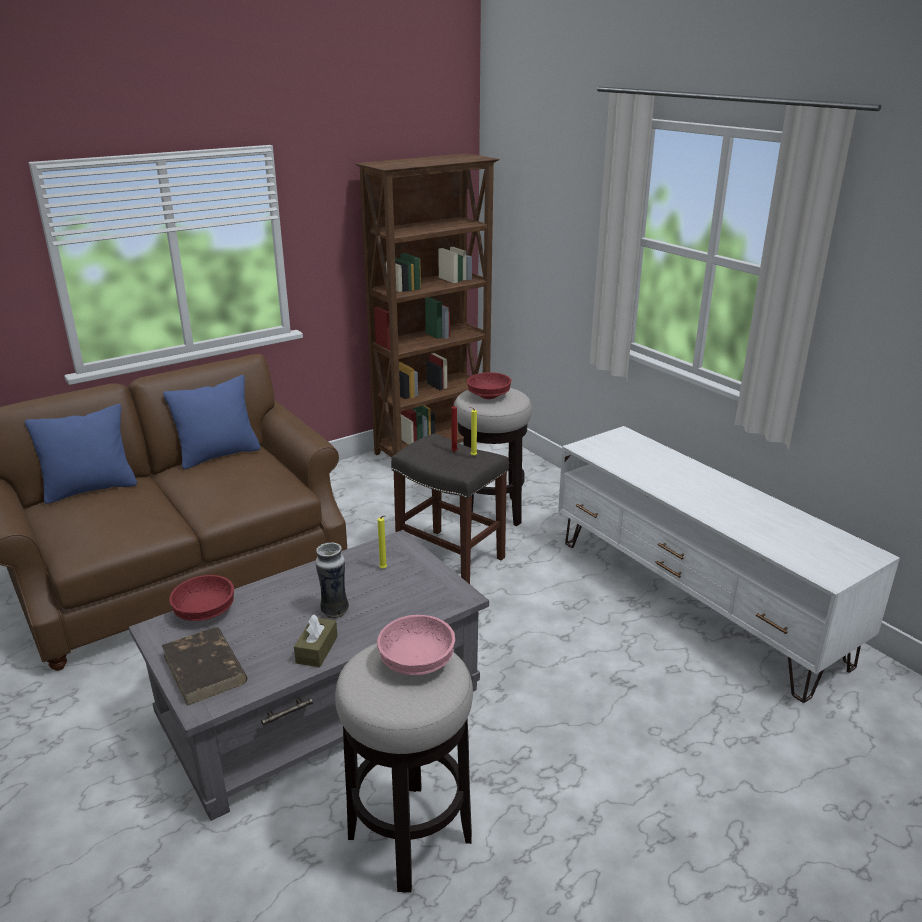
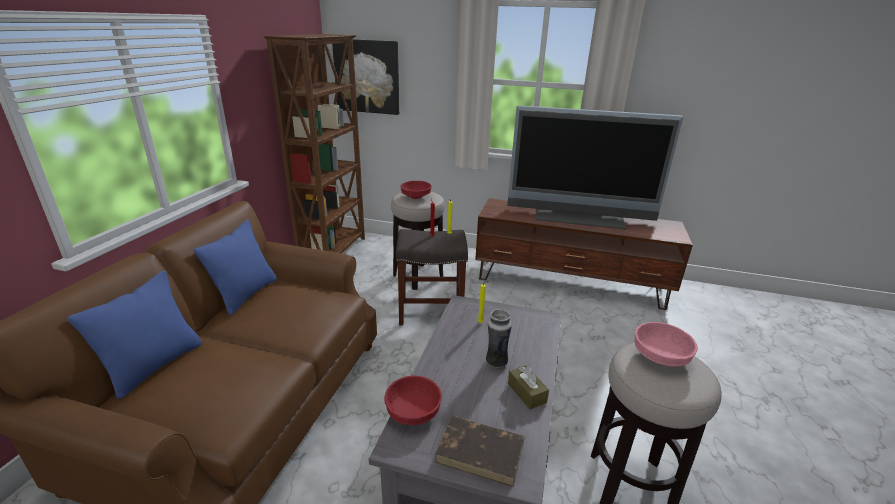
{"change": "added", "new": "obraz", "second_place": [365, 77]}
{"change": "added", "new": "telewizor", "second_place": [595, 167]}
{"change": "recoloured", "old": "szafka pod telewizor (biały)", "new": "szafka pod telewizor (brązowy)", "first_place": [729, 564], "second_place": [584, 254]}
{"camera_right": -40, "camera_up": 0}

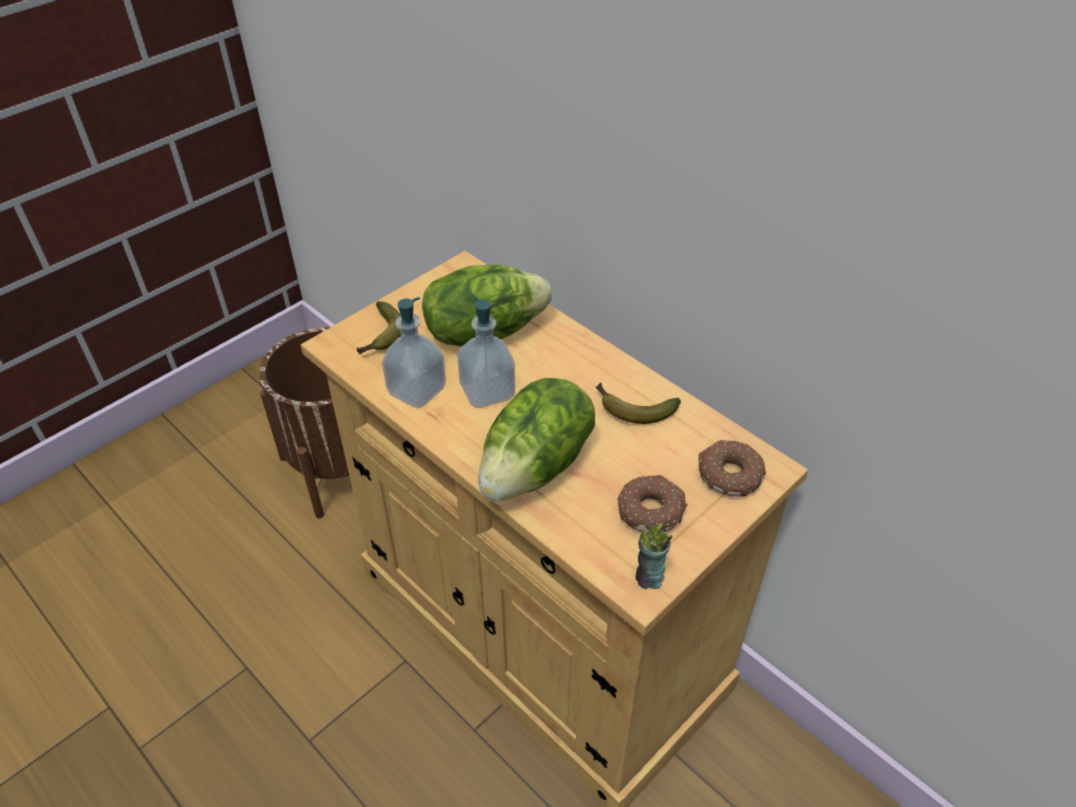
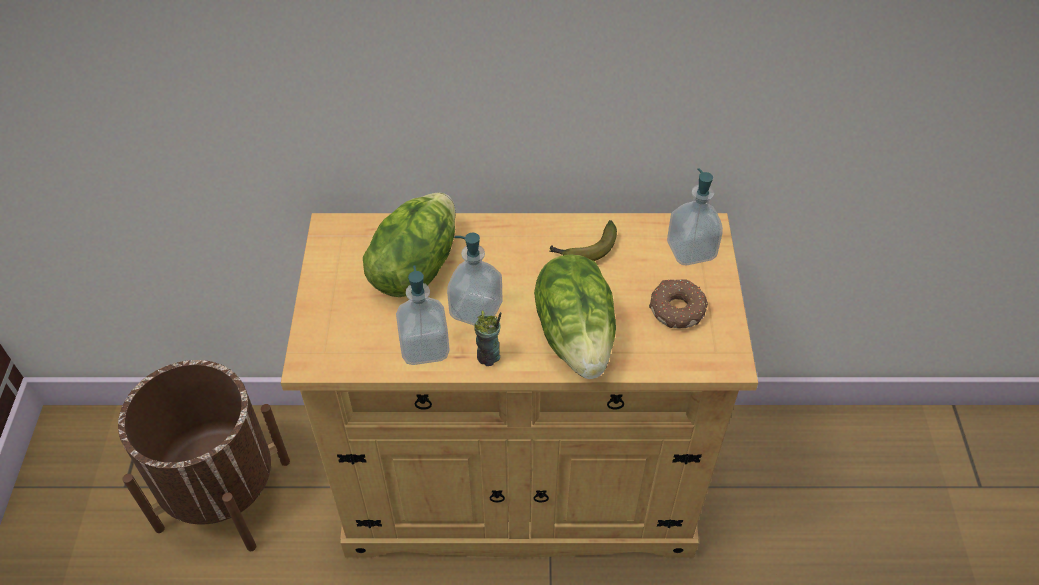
{"change": "removed", "old": "banan", "first_place": [379, 327]}
{"change": "moved", "old": "filiżanka", "first_place": [654, 556], "second_place": [487, 338]}
{"change": "replaced", "old": "donut", "new": "dozownik mydła", "first_place": [732, 468], "second_place": [695, 216]}
{"camera_right": -45, "camera_up": 5}

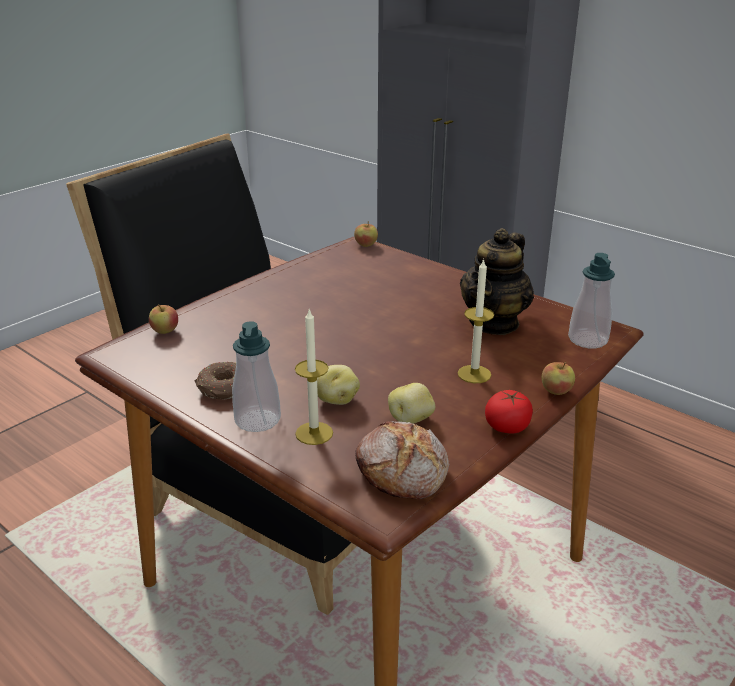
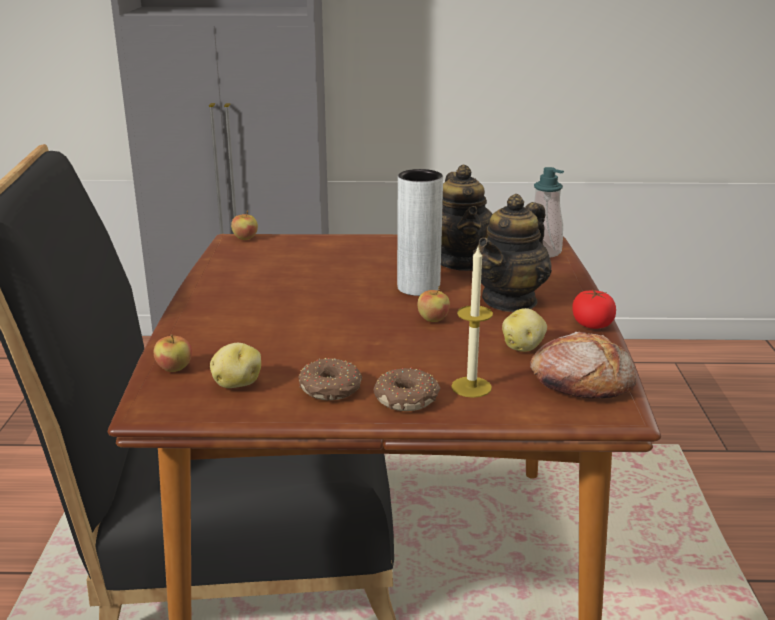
{"change": "added", "new": "wazon (szary)", "second_place": [420, 232]}
{"change": "moved", "old": "ziemniak", "first_place": [338, 385], "second_place": [235, 365]}
{"change": "moved", "old": "jabłko", "first_place": [558, 378], "second_place": [433, 304]}
{"change": "replaced", "old": "dozownik mydła", "new": "donut", "first_place": [256, 376], "second_place": [407, 389]}
{"change": "replaced", "old": "świeca", "new": "imbryk", "first_place": [476, 321], "second_place": [512, 253]}
{"camera_right": -40, "camera_up": -5}

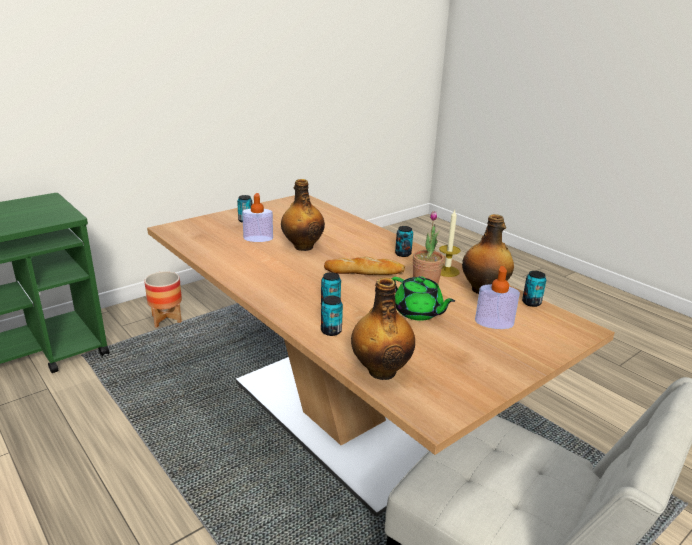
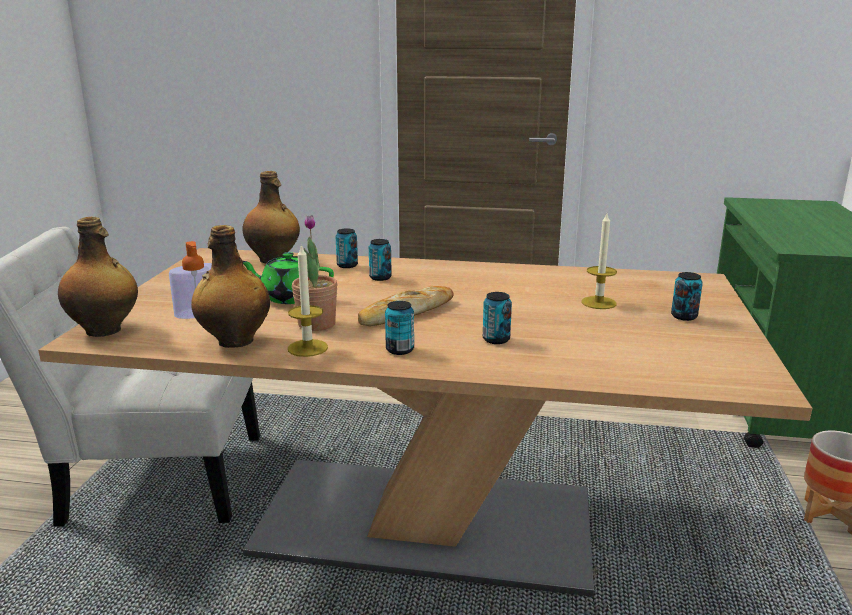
{"change": "moved", "old": "butelka", "first_place": [303, 215], "second_place": [98, 277]}
{"change": "moved", "old": "puszka", "first_place": [534, 289], "second_place": [497, 318]}
{"change": "replaced", "old": "dozownik mydła", "new": "świeca", "first_place": [257, 217], "second_place": [599, 261]}
{"camera_right": 140, "camera_up": -5}

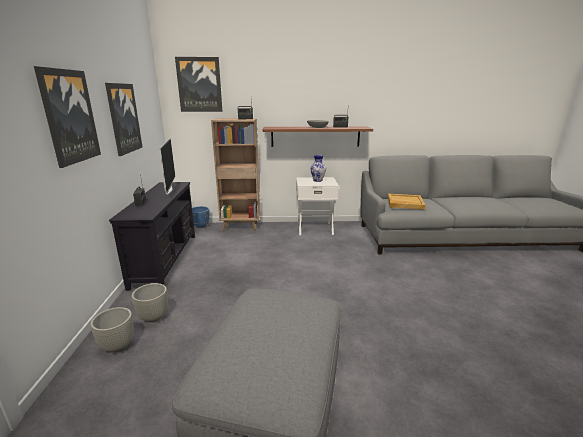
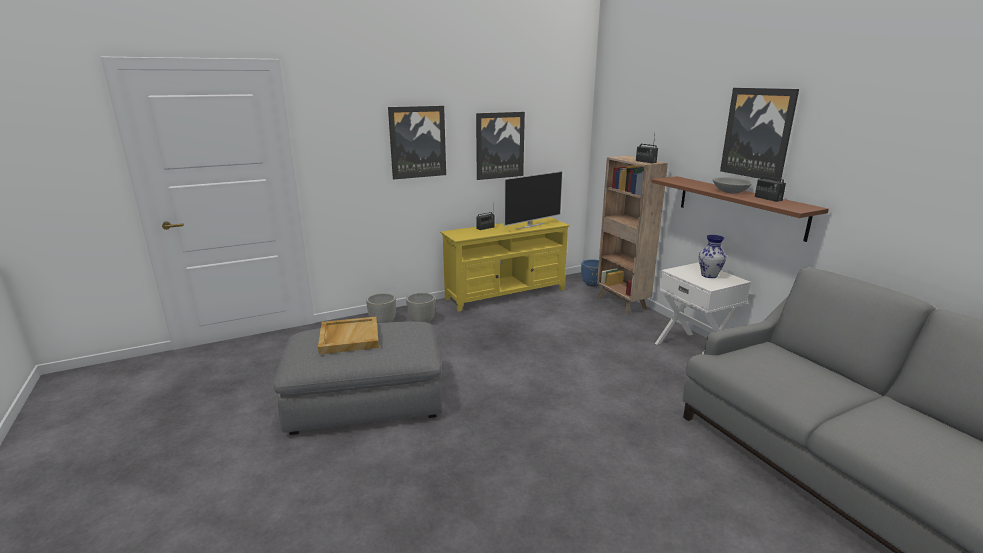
{"change": "moved", "old": "obraz", "first_place": [199, 84], "second_place": [759, 135]}
{"change": "moved", "old": "taca (beżowy)", "first_place": [407, 202], "second_place": [348, 336]}
{"change": "recoloured", "old": "szafka pod telewizor (czarny)", "new": "szafka pod telewizor (żółty)", "first_place": [152, 236], "second_place": [504, 264]}
{"camera_right": 65, "camera_up": 0}

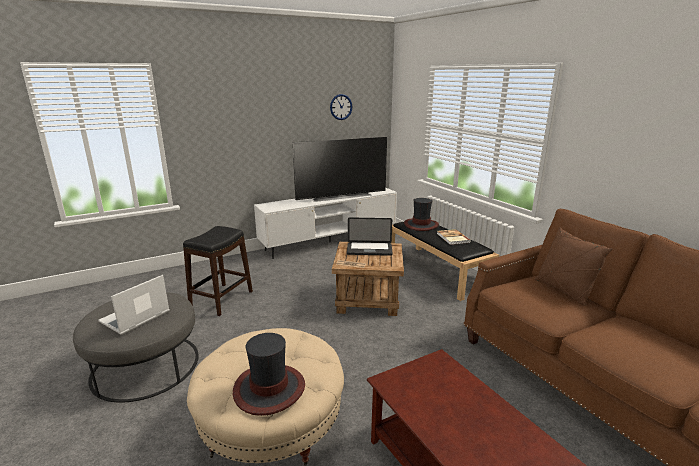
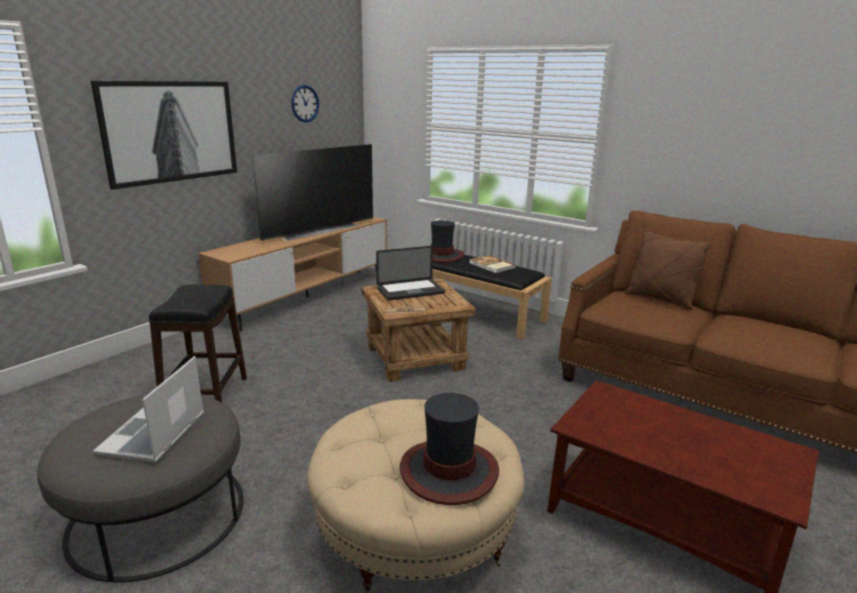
{"change": "added", "new": "obraz", "second_place": [164, 135]}
{"change": "recoloured", "old": "szafka pod telewizor (biały)", "new": "szafka pod telewizor (brązowy)", "first_place": [325, 223], "second_place": [292, 274]}
{"camera_right": -25, "camera_up": 0}

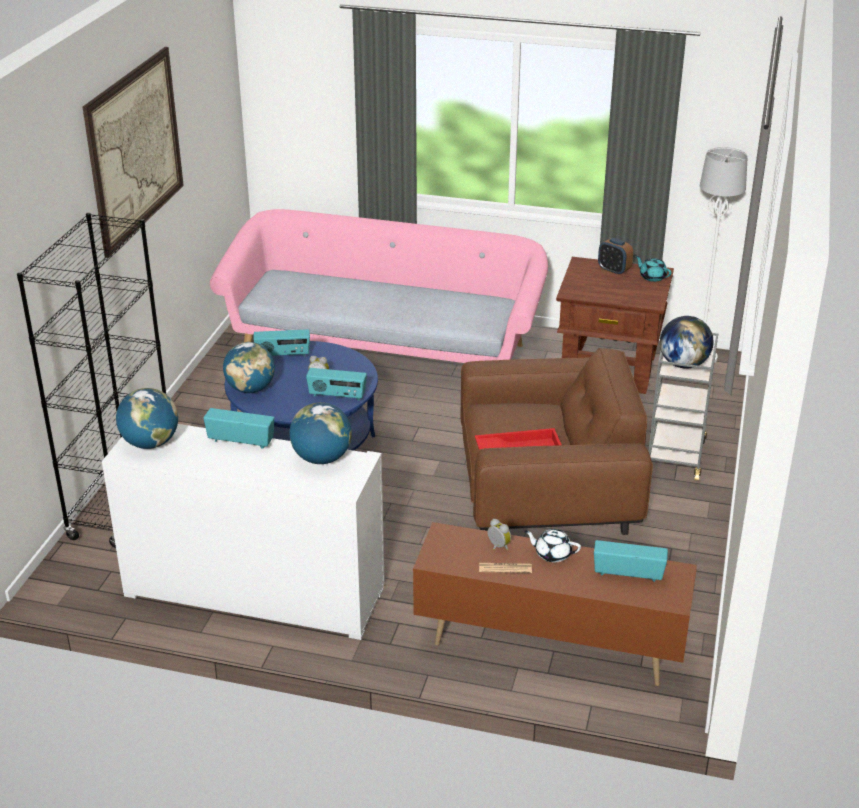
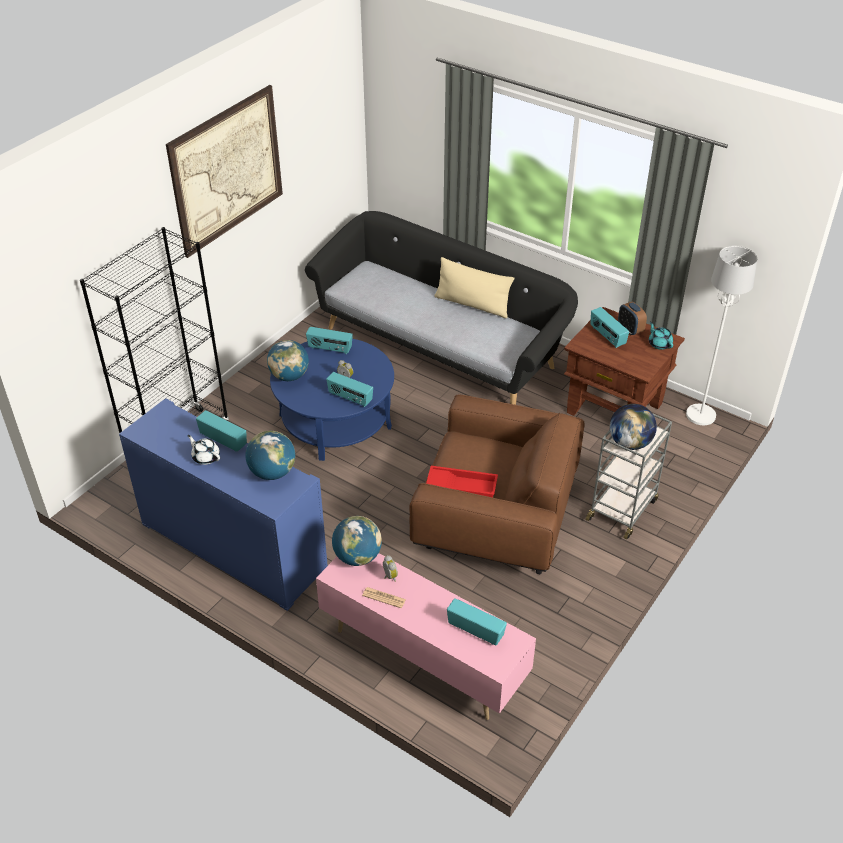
{"change": "added", "new": "poduszka (beżowy)", "second_place": [474, 287]}
{"change": "added", "new": "radio", "second_place": [609, 327]}
{"change": "moved", "old": "globus", "first_place": [147, 418], "second_place": [357, 541]}
{"change": "moved", "old": "imbryk (biały)", "first_place": [553, 545], "second_place": [203, 450]}
{"change": "recoloured", "old": "szafka (biały)", "new": "szafka (niebieski)", "first_place": [243, 532], "second_place": [223, 504]}
{"change": "recoloured", "old": "kanapa (różowy)", "new": "kanapa (czarny)", "first_place": [379, 286], "second_place": [441, 308]}
{"change": "recoloured", "old": "szafka pod telewizor (brązowy)", "new": "szafka pod telewizor (różowy)", "first_place": [555, 604], "second_place": [426, 636]}
{"camera_right": 20, "camera_up": 10}

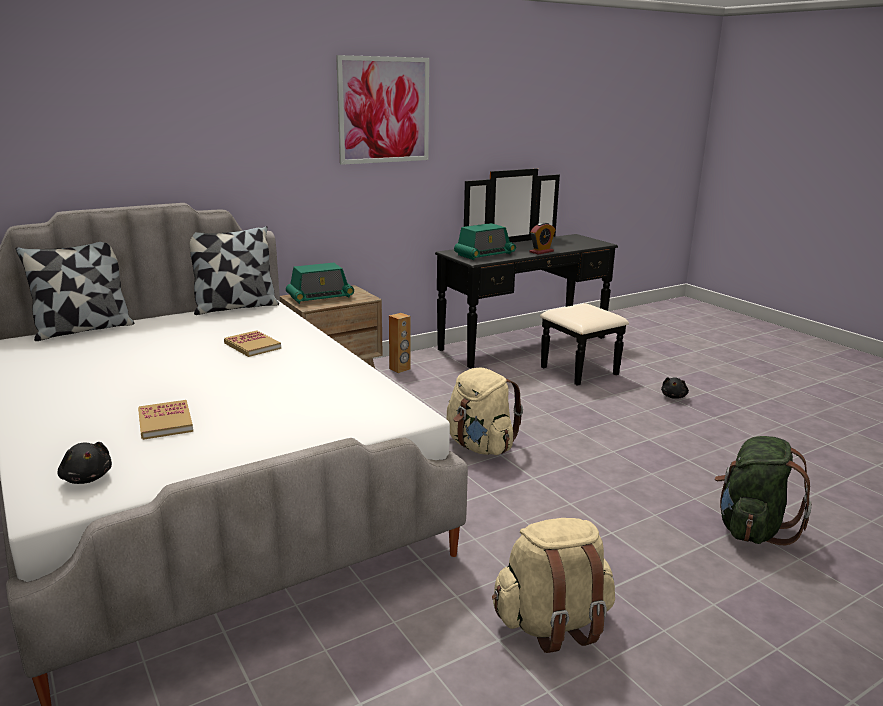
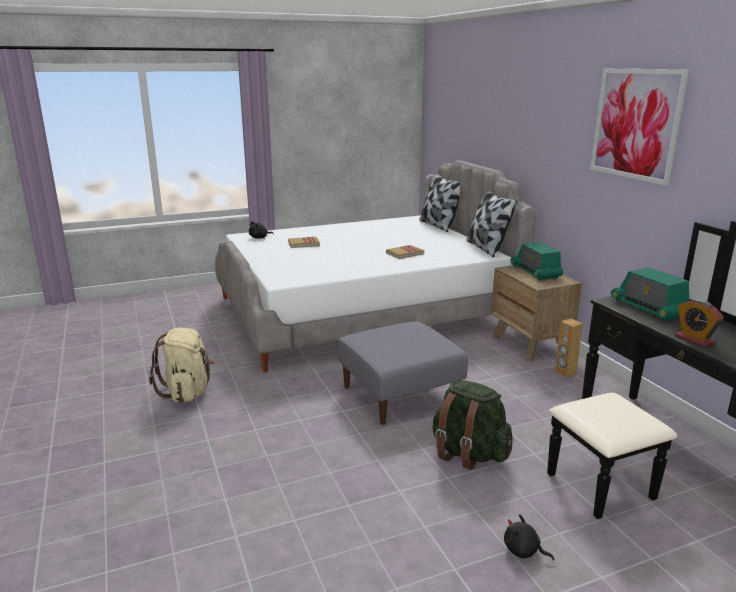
{"change": "moved", "old": "plecak (zielony)", "first_place": [763, 490], "second_place": [473, 425]}
{"change": "replaced", "old": "plecak (beżowy)", "new": "pufa (szary)", "first_place": [484, 411], "second_place": [403, 373]}
{"camera_right": 100, "camera_up": 0}

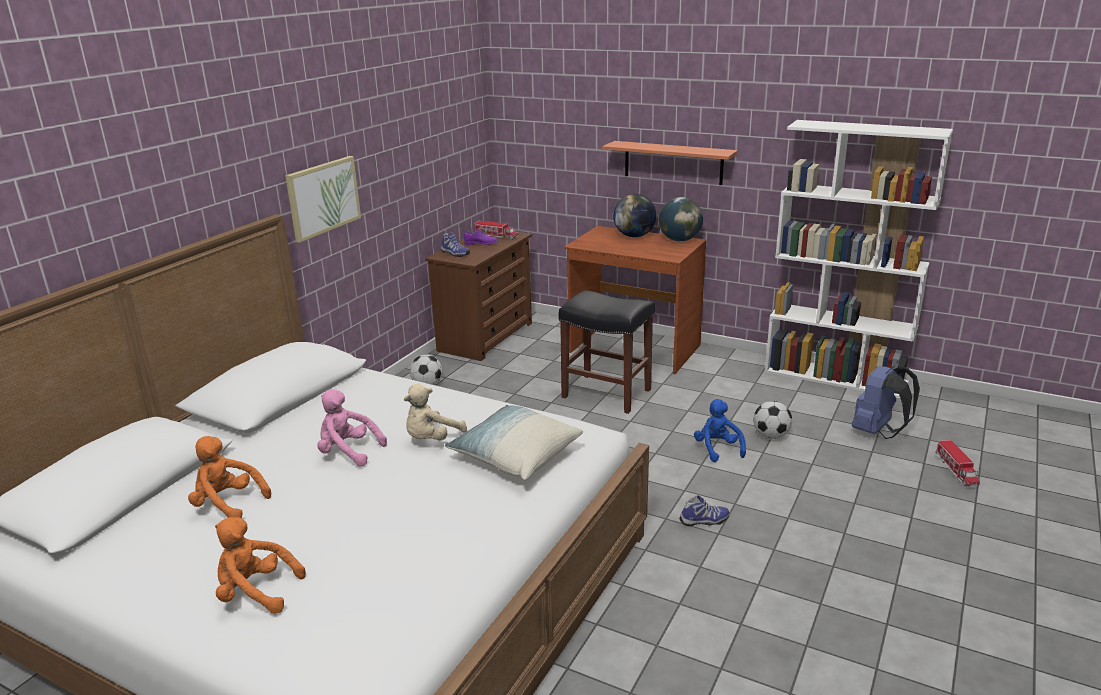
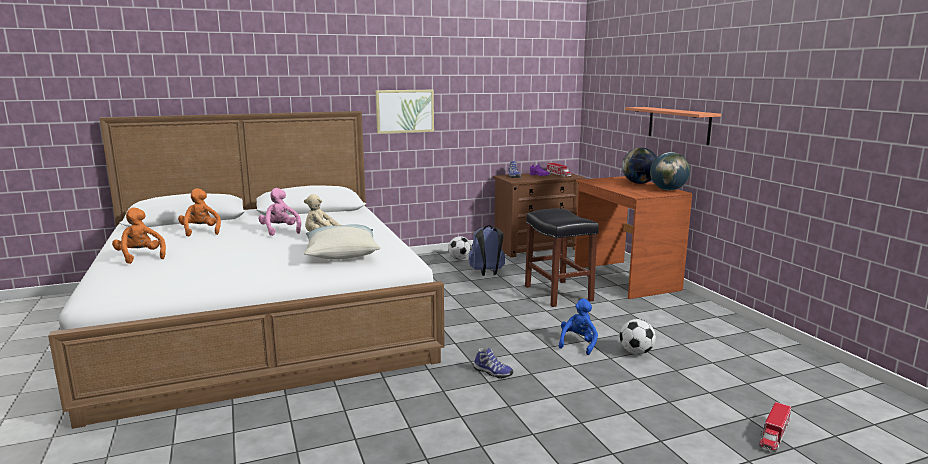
{"change": "removed", "old": "regał (biały)", "first_place": [859, 259]}
{"change": "moved", "old": "plecak (niebieski)", "first_place": [886, 402], "second_place": [487, 250]}
{"camera_right": 40, "camera_up": -10}

